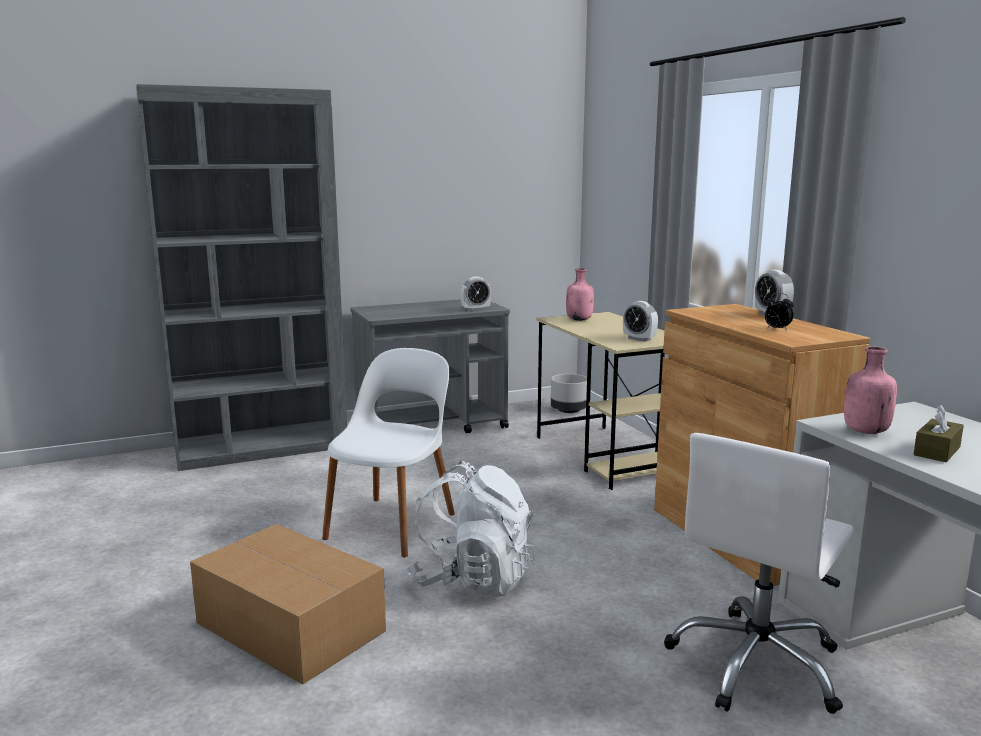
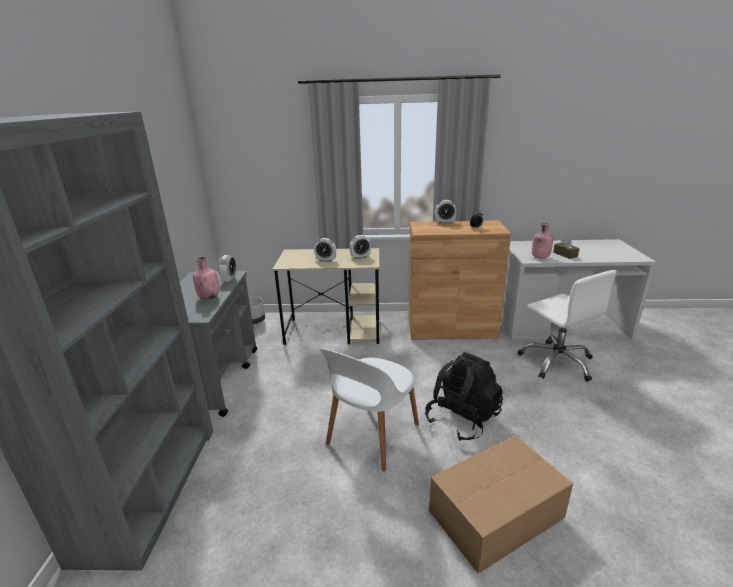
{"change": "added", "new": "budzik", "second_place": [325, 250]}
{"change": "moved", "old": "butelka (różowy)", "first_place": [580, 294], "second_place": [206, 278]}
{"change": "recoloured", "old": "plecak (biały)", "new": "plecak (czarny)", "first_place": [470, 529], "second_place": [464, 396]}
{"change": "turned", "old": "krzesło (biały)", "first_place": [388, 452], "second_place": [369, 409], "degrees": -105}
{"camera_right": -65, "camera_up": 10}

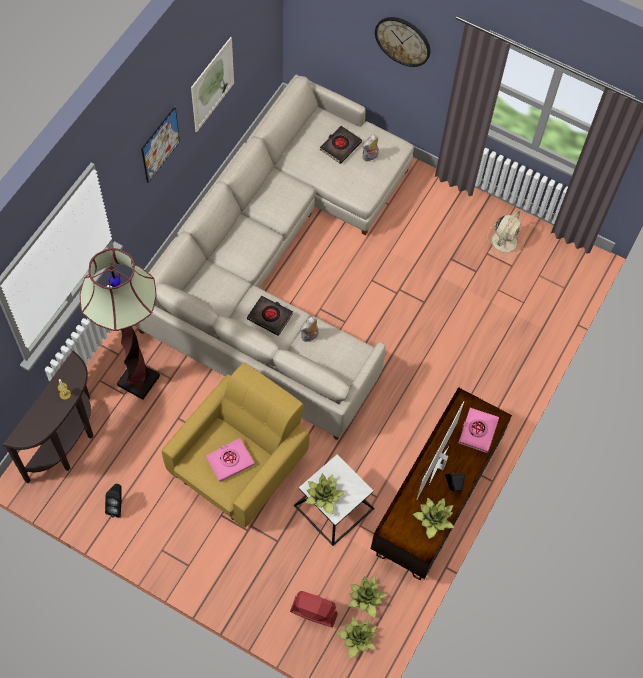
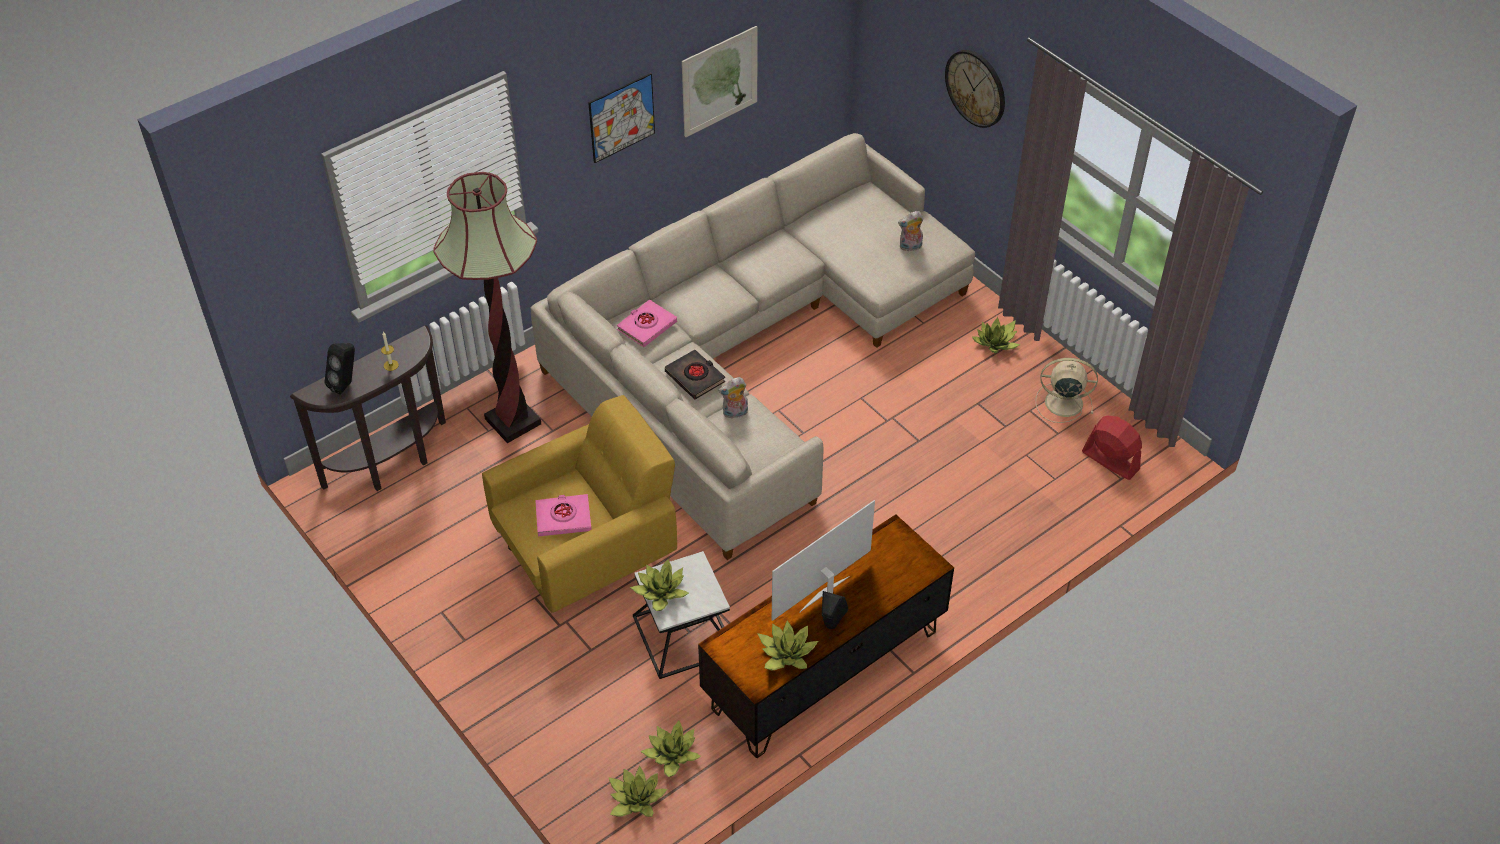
{"change": "removed", "old": "książka (czarny)", "first_place": [341, 145]}
{"change": "added", "new": "roślina doniczkowa", "second_place": [995, 335]}
{"change": "moved", "old": "głośnik (czarny)", "first_place": [113, 501], "second_place": [340, 369]}
{"change": "moved", "old": "wentylator (czerwony)", "first_place": [314, 609], "second_place": [1112, 448]}
{"change": "moved", "old": "książka (różowy)", "first_place": [479, 430], "second_place": [647, 323]}
{"change": "turned", "old": "wentylator (beżowy)", "first_place": [506, 234], "second_place": [1067, 390], "degrees": -135}
{"camera_right": 25, "camera_up": -15}

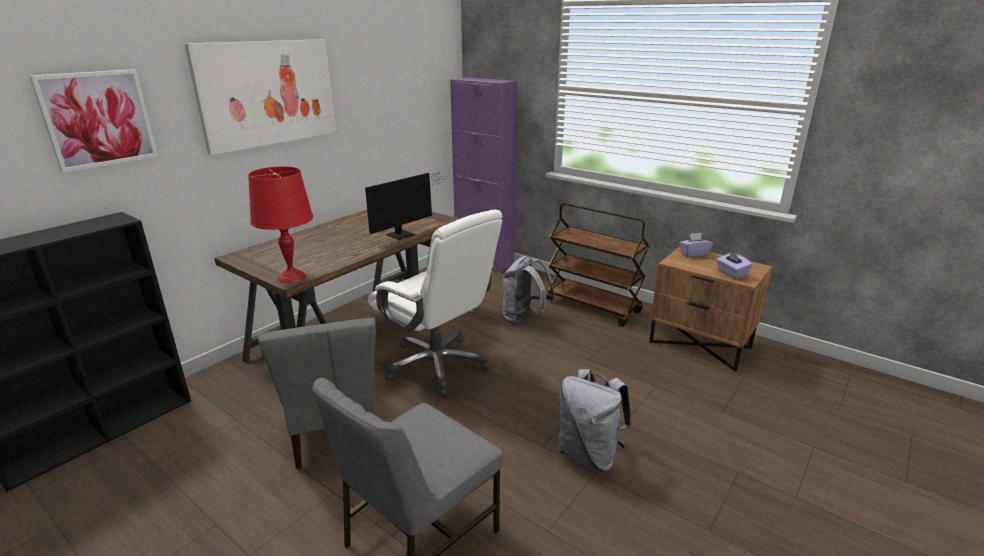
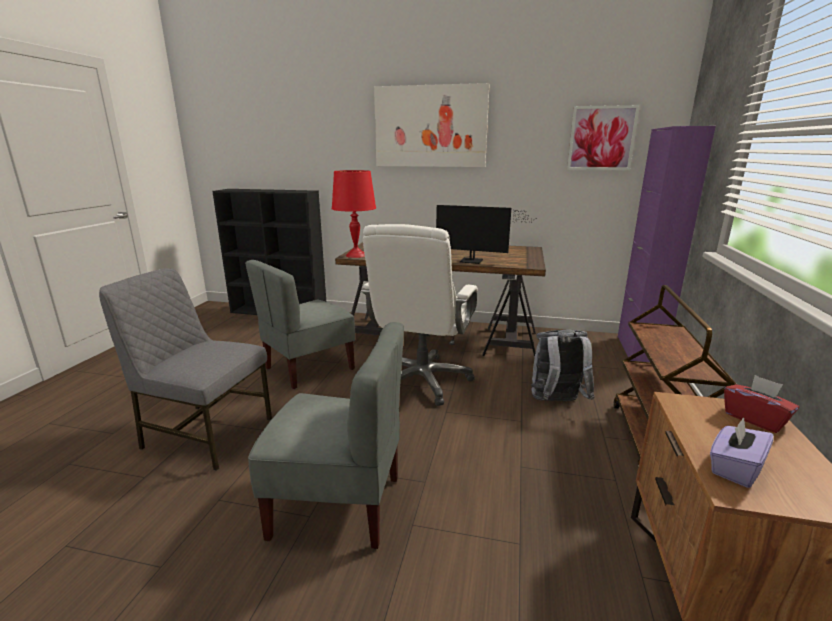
{"change": "moved", "old": "obraz", "first_place": [94, 121], "second_place": [603, 137]}
{"change": "replaced", "old": "plecak (szary)", "new": "krzesło (szary)", "first_place": [595, 420], "second_place": [326, 435]}
{"change": "recoloured", "old": "pudełko chusteczek (fioletowy)", "new": "pudełko chusteczek (czerwony)", "first_place": [696, 245], "second_place": [761, 404]}
{"camera_right": 65, "camera_up": -5}

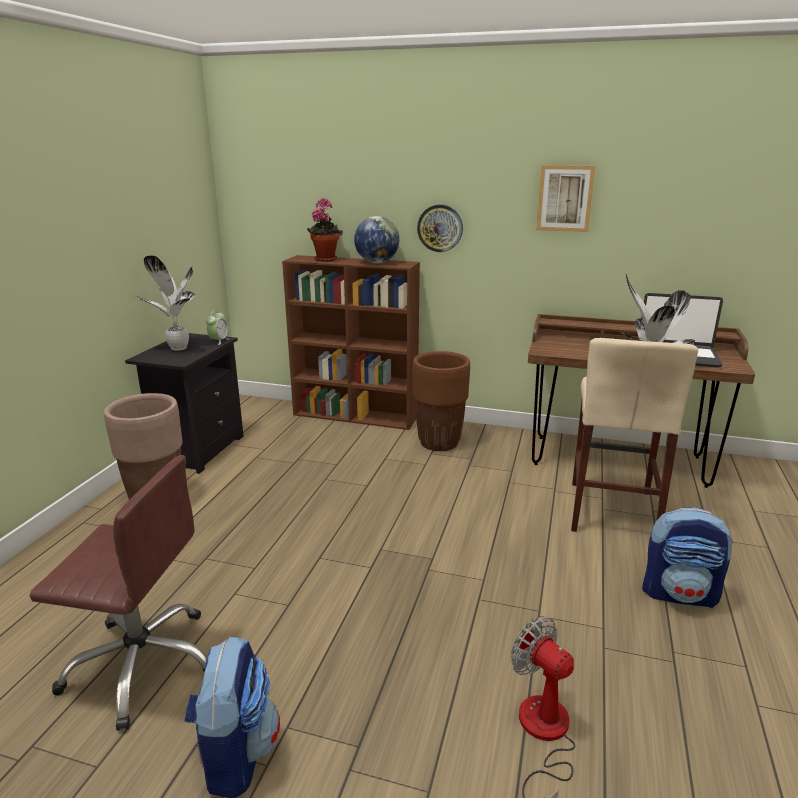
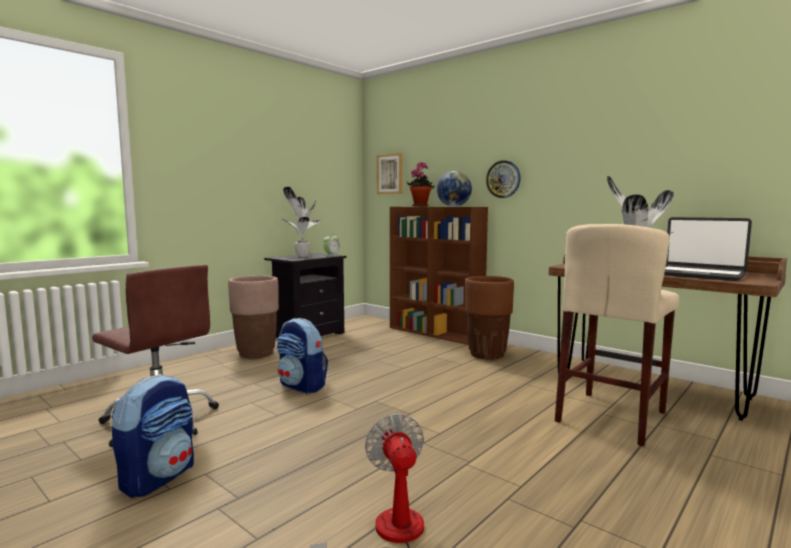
{"change": "moved", "old": "obraz", "first_place": [565, 198], "second_place": [390, 173]}
{"change": "moved", "old": "plecak", "first_place": [687, 557], "second_place": [302, 356]}
{"camera_right": 25, "camera_up": -15}

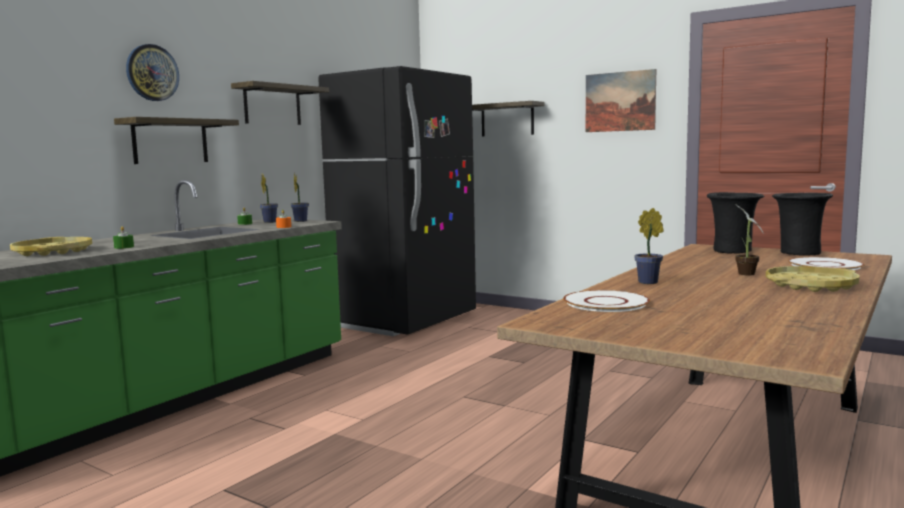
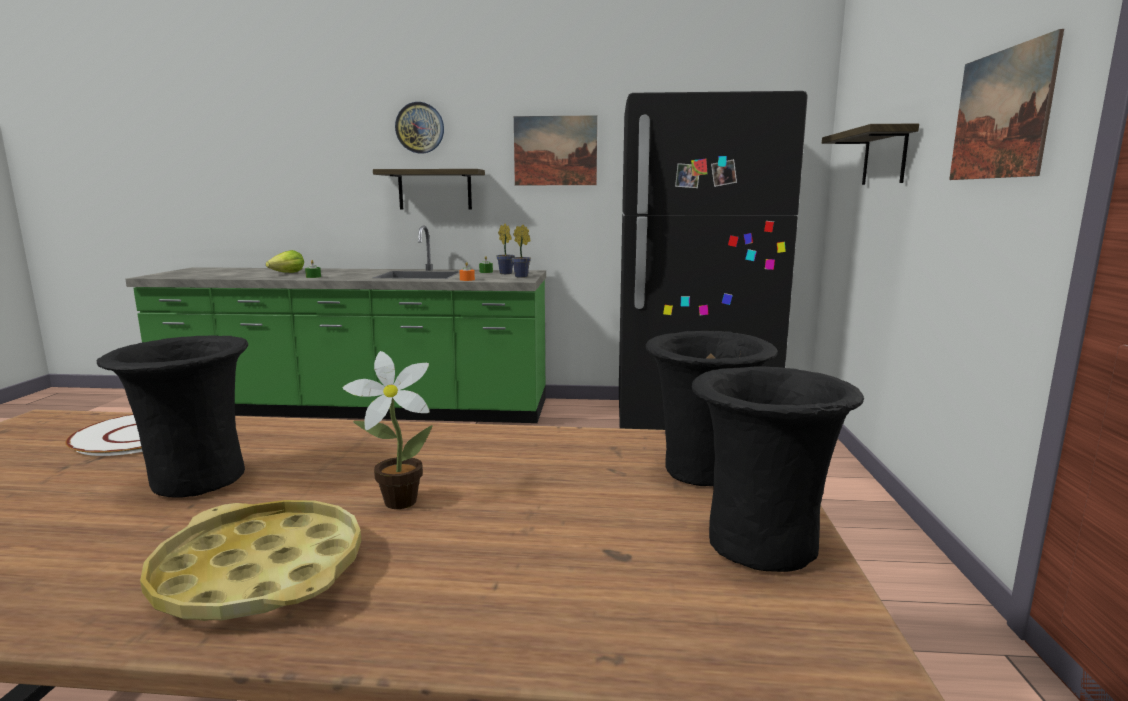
{"change": "removed", "old": "roślina doniczkowa", "first_place": [649, 246]}
{"change": "removed", "old": "talerz (biały)", "first_place": [826, 263]}
{"change": "added", "new": "wazon (czarny)", "second_place": [172, 416]}
{"change": "replaced", "old": "taca (żółty)", "new": "sałata", "first_place": [51, 246], "second_place": [285, 261]}
{"change": "replaced", "old": "półka", "new": "obraz", "first_place": [280, 103], "second_place": [555, 150]}
{"camera_right": 60, "camera_up": 5}

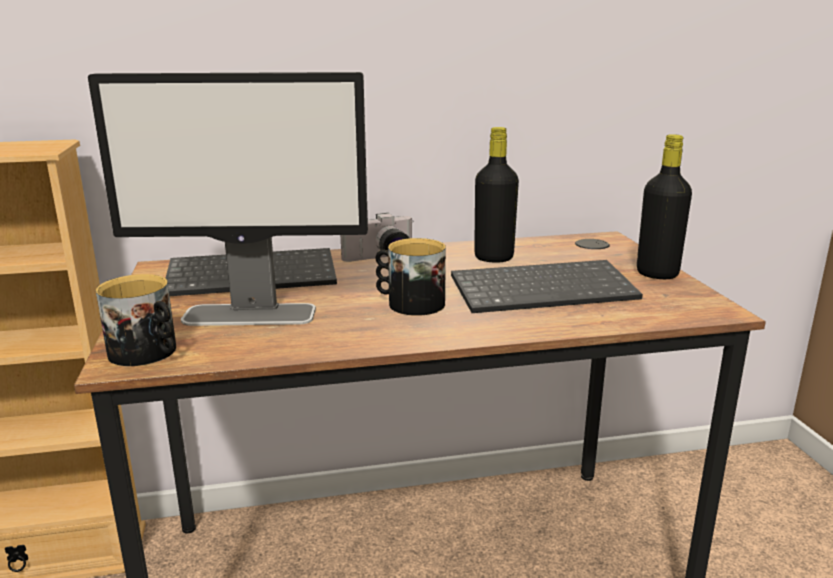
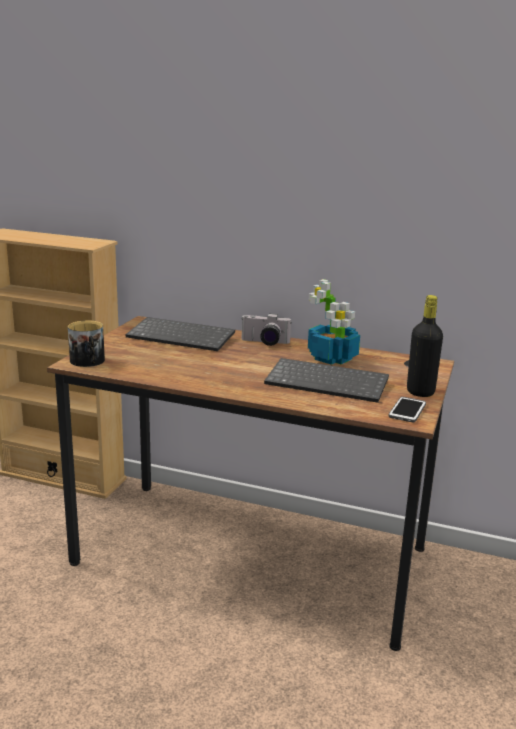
{"change": "removed", "old": "monitor", "first_place": [228, 199]}
{"change": "removed", "old": "kubek", "first_place": [411, 277]}
{"change": "added", "new": "telefon", "second_place": [407, 409]}
{"change": "replaced", "old": "butelka (czarny)", "new": "roślina doniczkowa", "first_place": [496, 195], "second_place": [334, 322]}
{"camera_right": 30, "camera_up": 0}

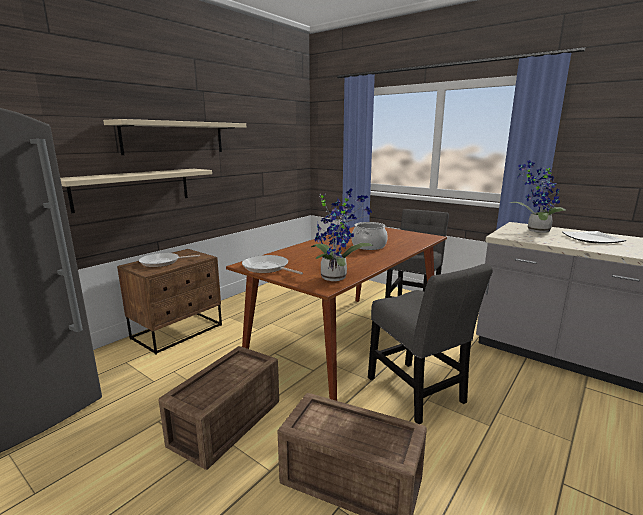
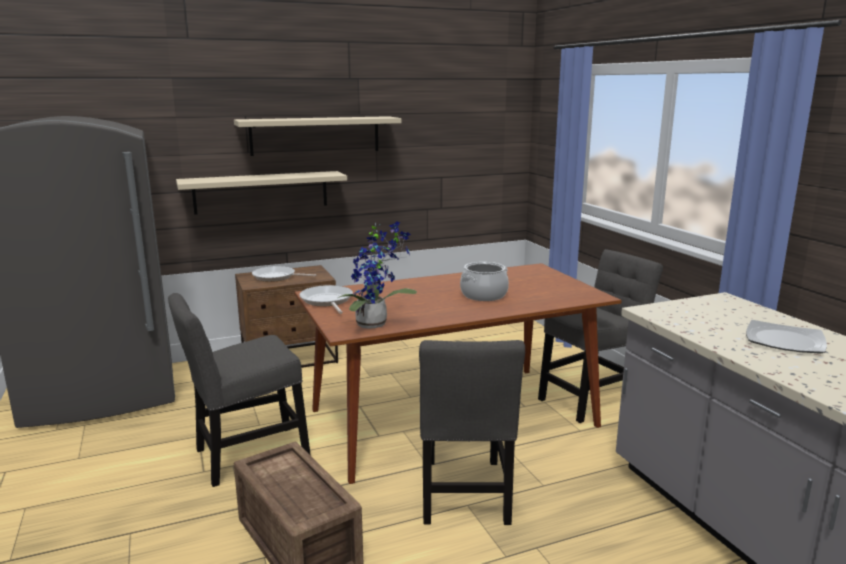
{"change": "removed", "old": "roślina doniczkowa", "first_place": [537, 196]}
{"change": "replaced", "old": "skrzynka", "new": "krzesło (szary)", "first_place": [219, 408], "second_place": [239, 390]}
{"camera_right": 30, "camera_up": 0}

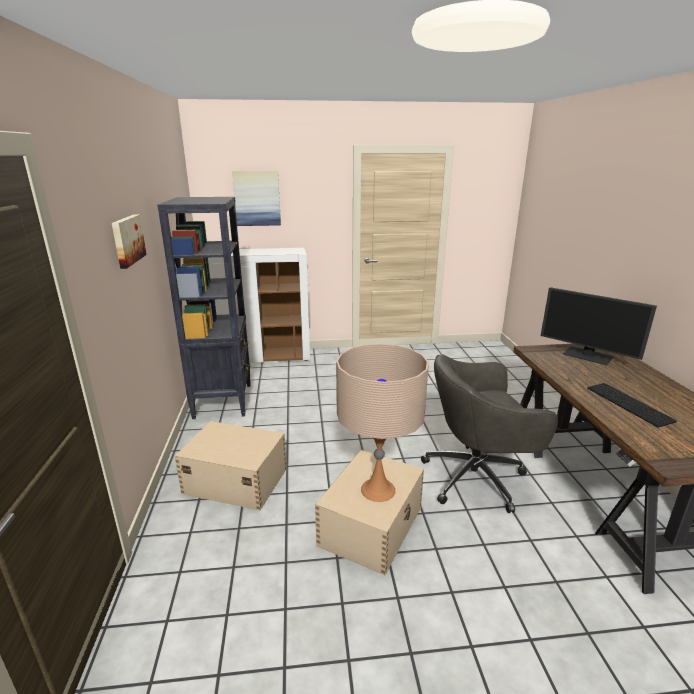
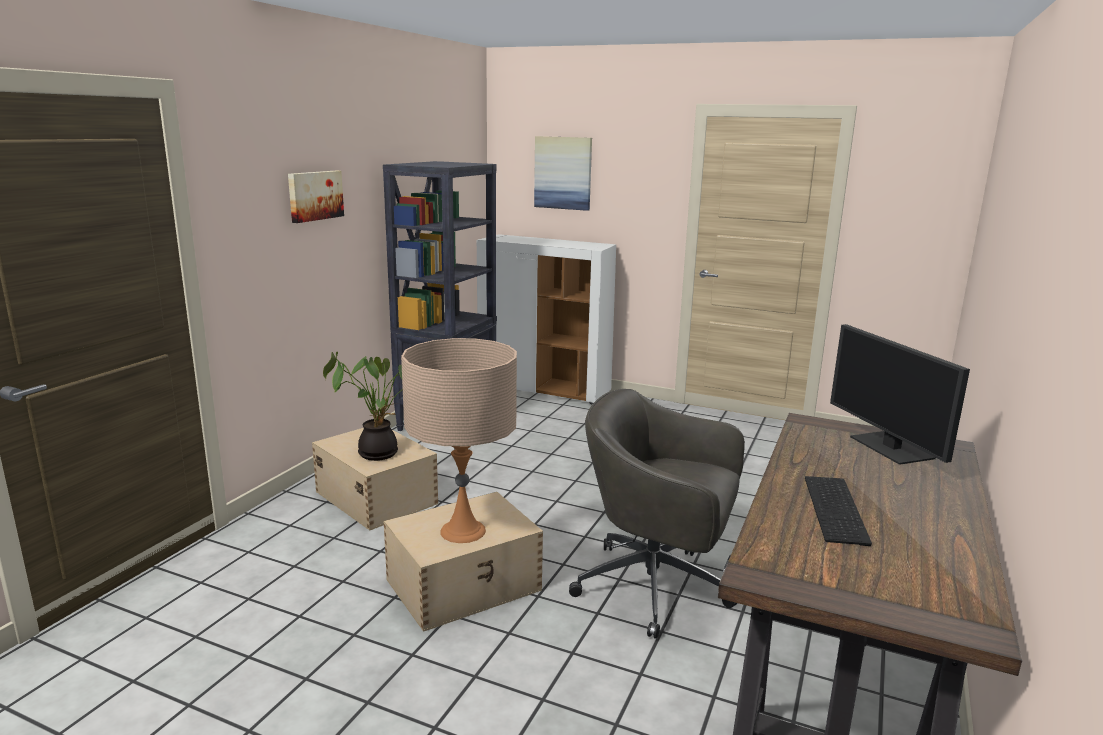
{"change": "added", "new": "roślina doniczkowa", "second_place": [363, 406]}
{"camera_right": 30, "camera_up": -5}

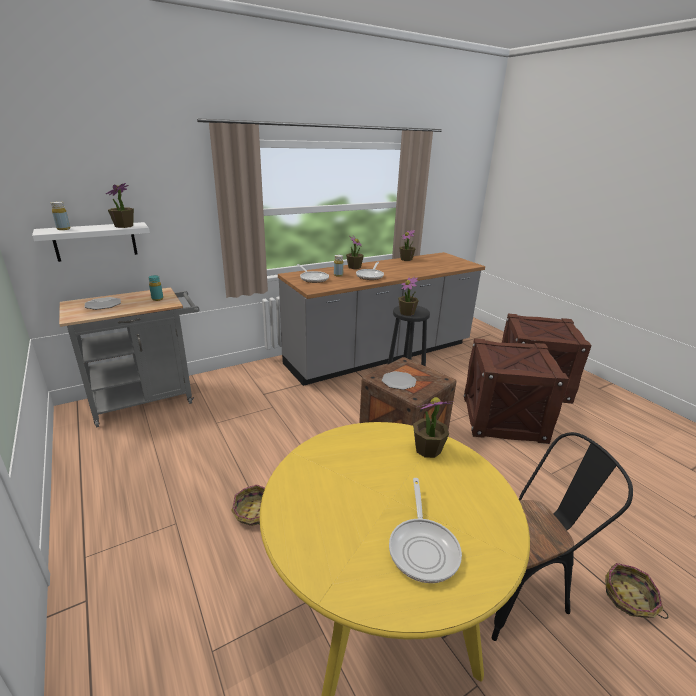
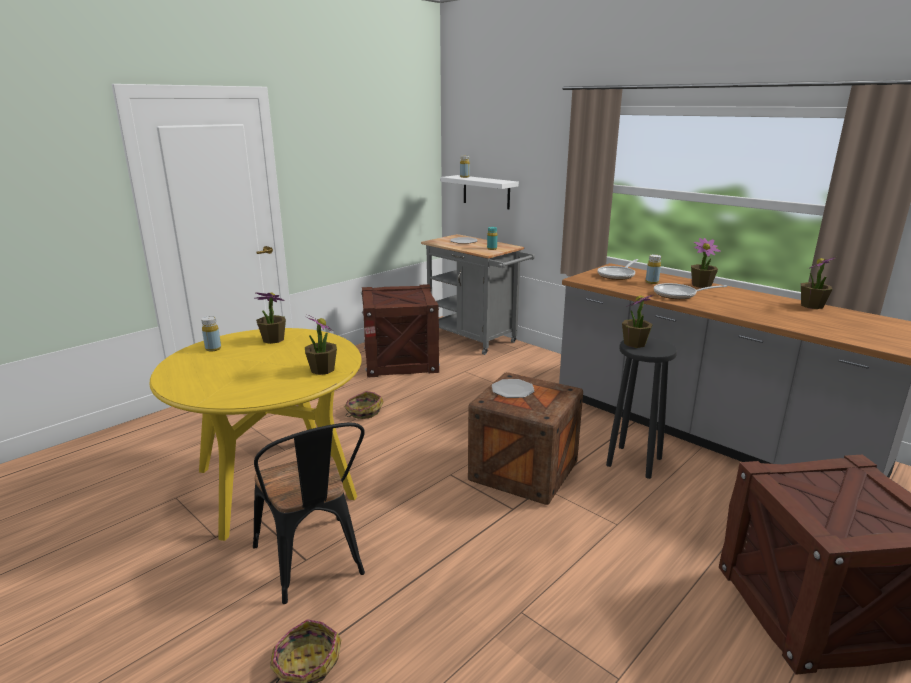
{"change": "removed", "old": "patelnia", "first_place": [425, 530]}
{"change": "added", "new": "butelka (żółty)", "second_place": [211, 334]}
{"change": "moved", "old": "roślina doniczkowa", "first_place": [120, 205], "second_place": [271, 318]}
{"change": "moved", "old": "skrzynka", "first_place": [516, 391], "second_place": [400, 331]}
{"camera_right": 75, "camera_up": -5}

